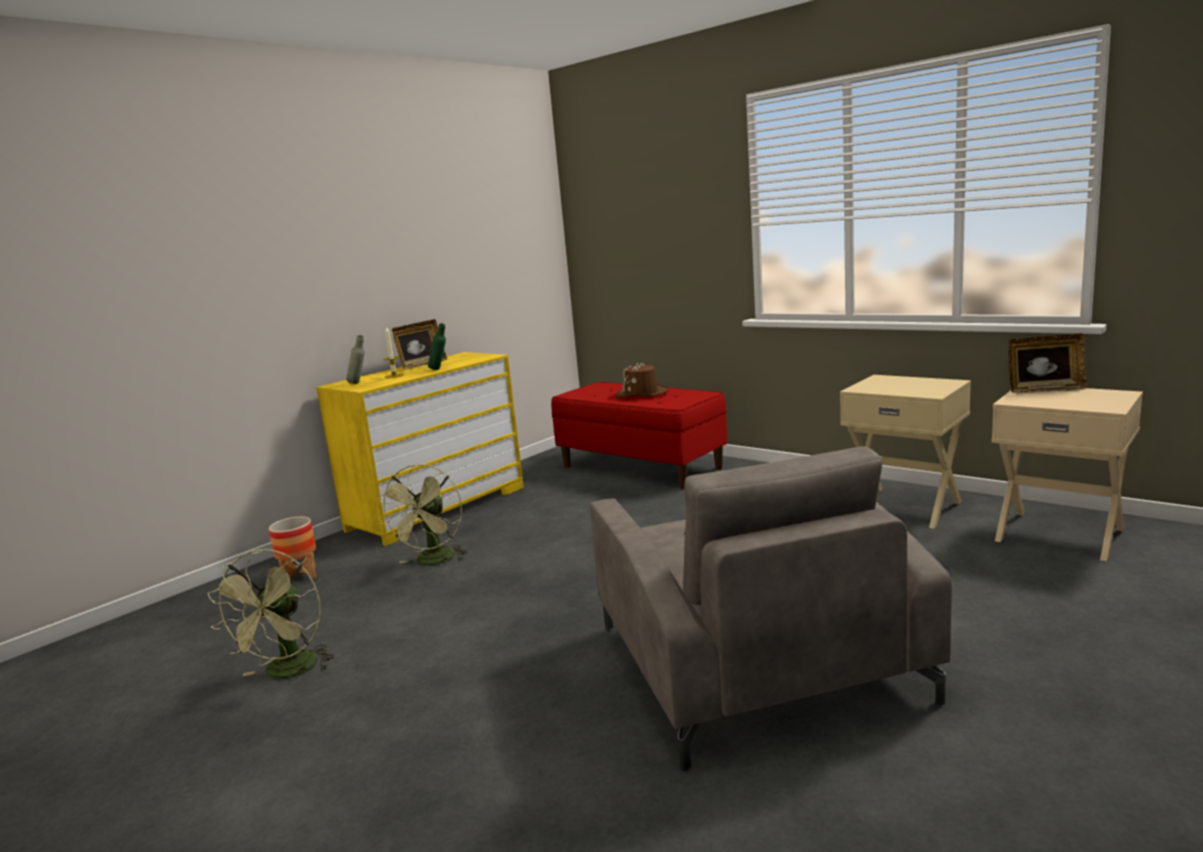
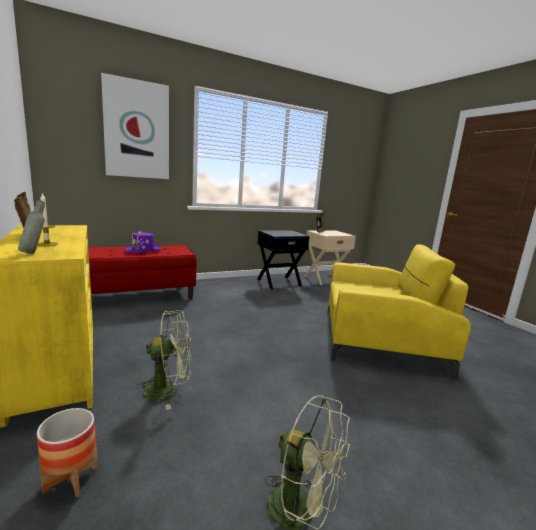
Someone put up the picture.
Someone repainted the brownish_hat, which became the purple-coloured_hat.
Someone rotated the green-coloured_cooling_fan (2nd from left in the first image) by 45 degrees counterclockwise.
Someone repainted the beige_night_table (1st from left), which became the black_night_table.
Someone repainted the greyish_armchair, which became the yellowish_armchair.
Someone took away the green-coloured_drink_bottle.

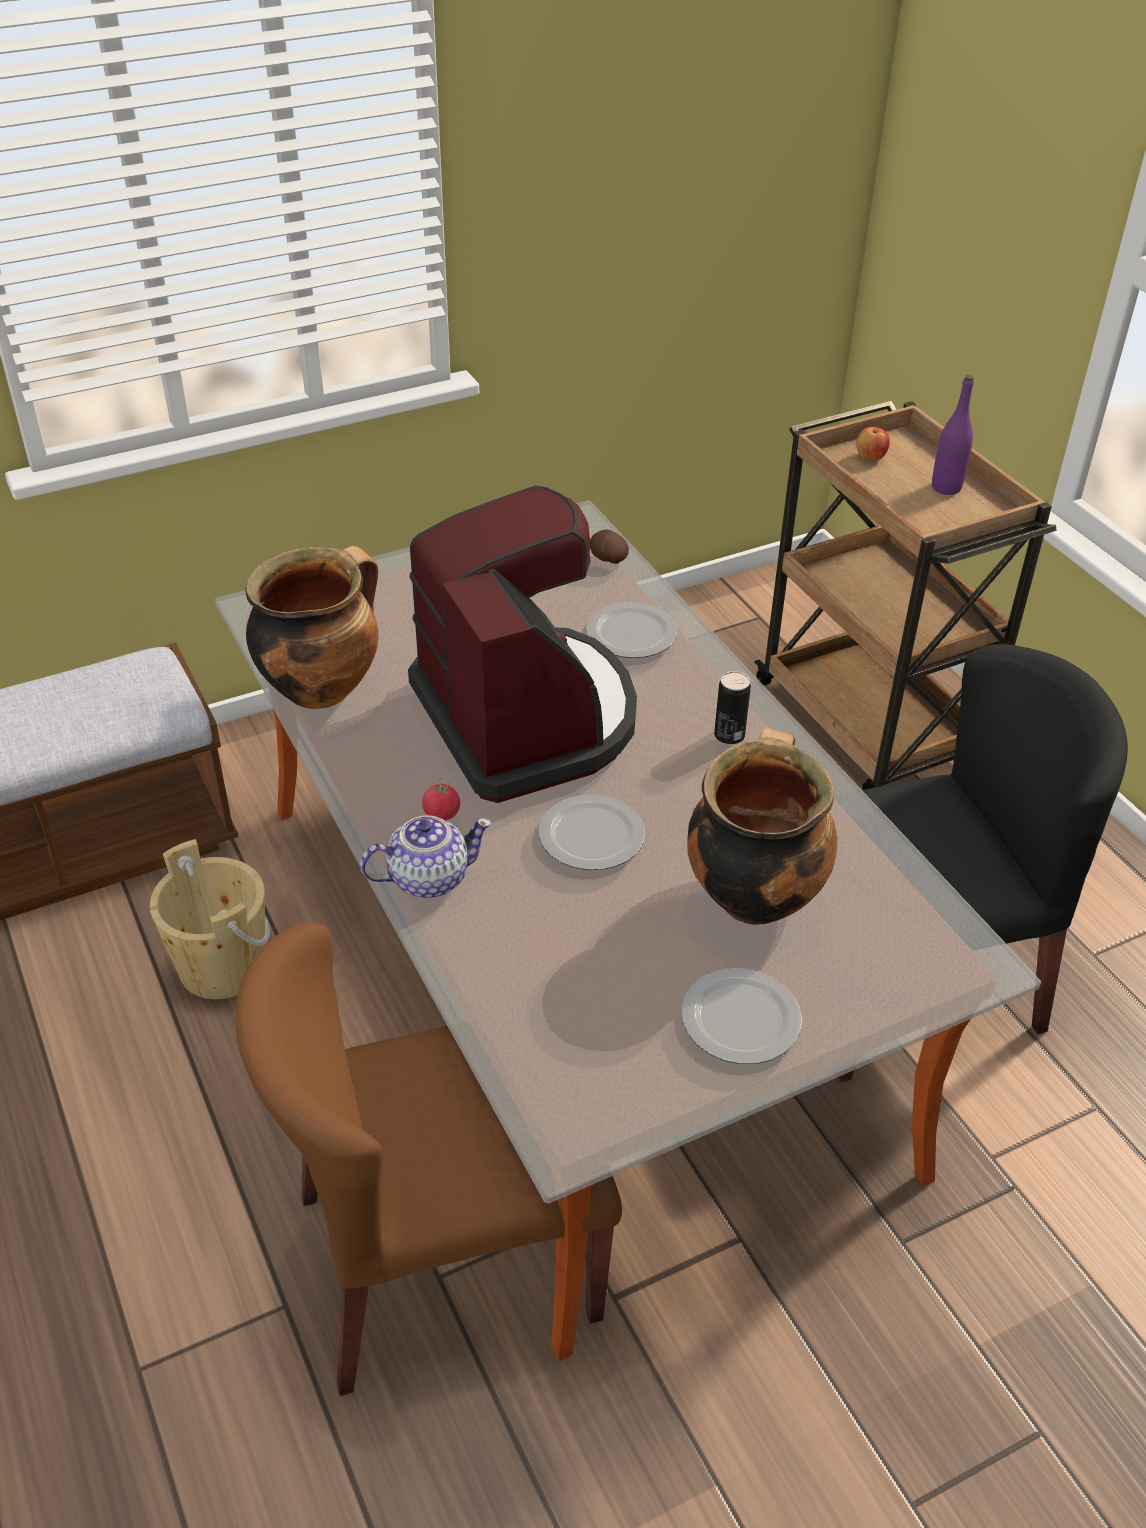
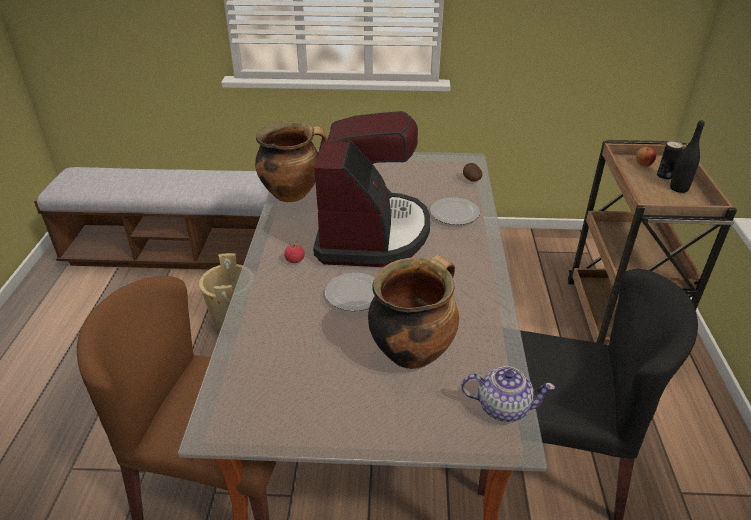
Someone carried the pot_for_tea.
Someone carried the can.
Someone repainted the purple-coloured_drink_bottle, which became the black_drink_bottle.
Someone took away the plate (3rd from left).

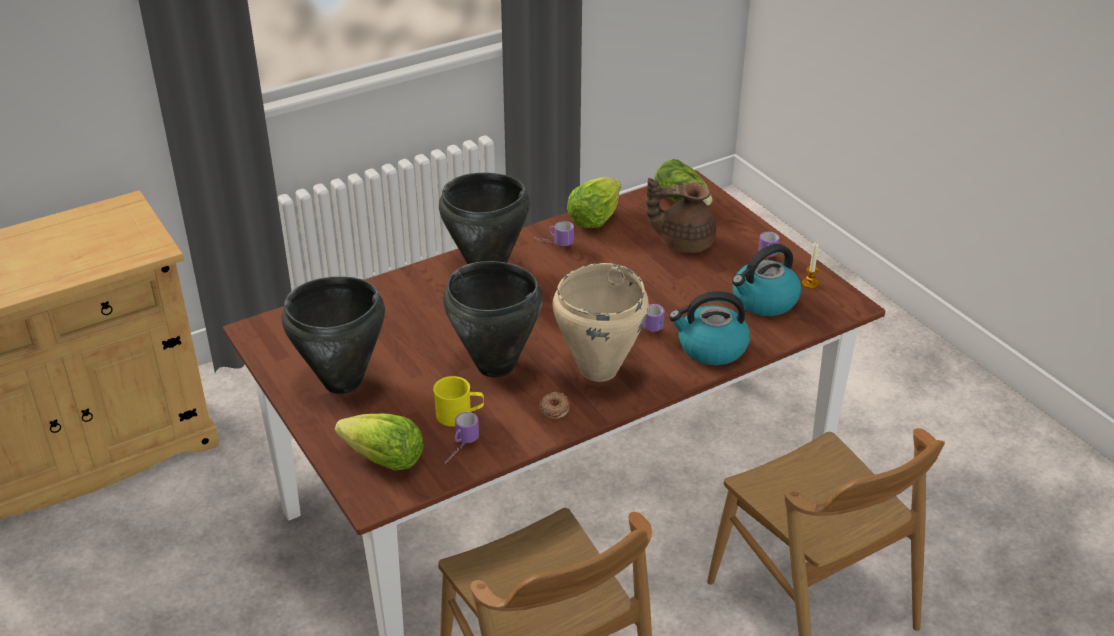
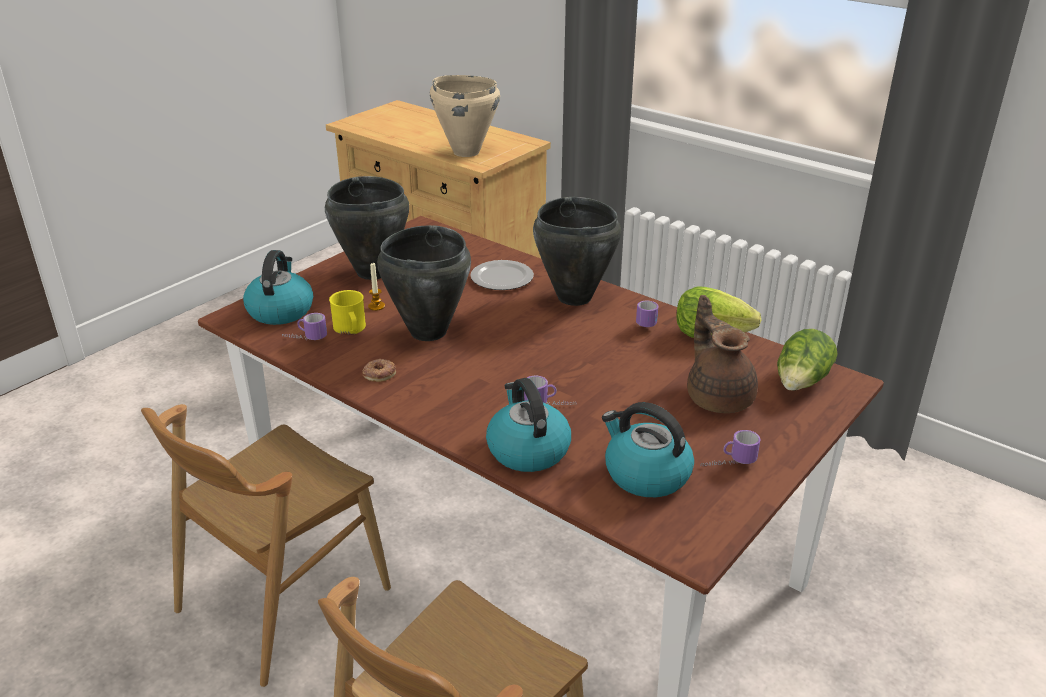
Someone swapped the lettuce (1st from left) for the tea_kettle (1st from left).
Someone carried the wax_candle.
Someone carried the beige_cooking_pot.
Someone put down the plate.

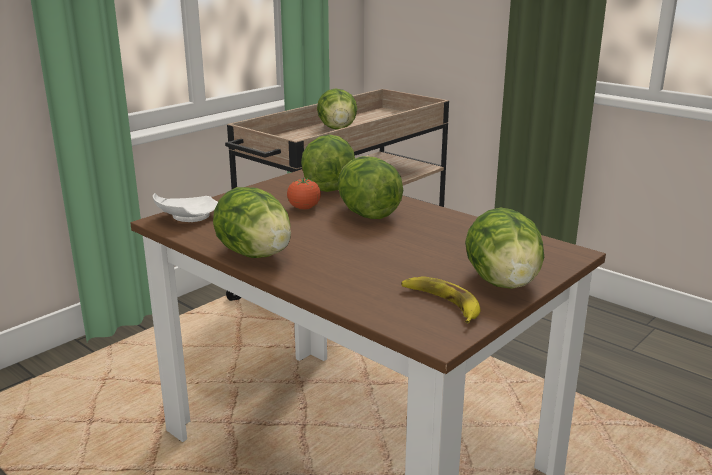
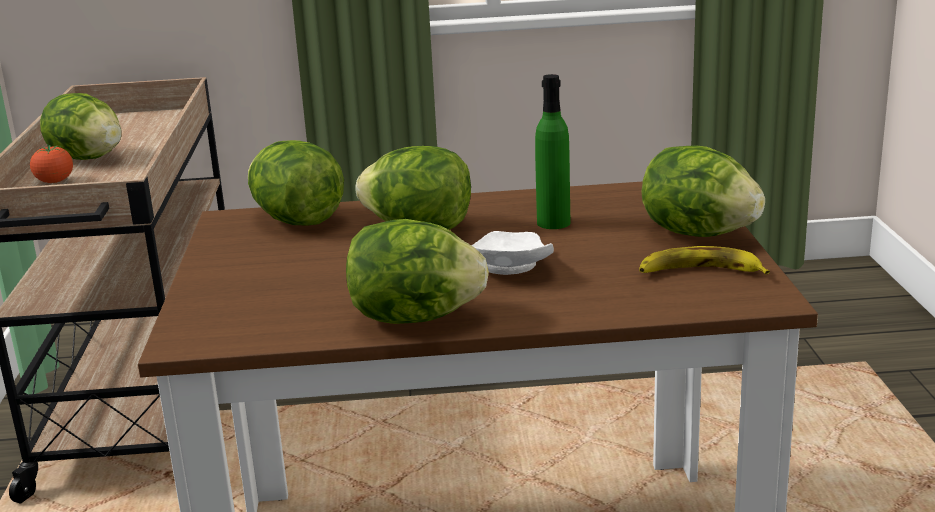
Someone carried the fresh_tomato.
Someone carried the whitish_plate.
Someone put down the green-coloured_drink_bottle.

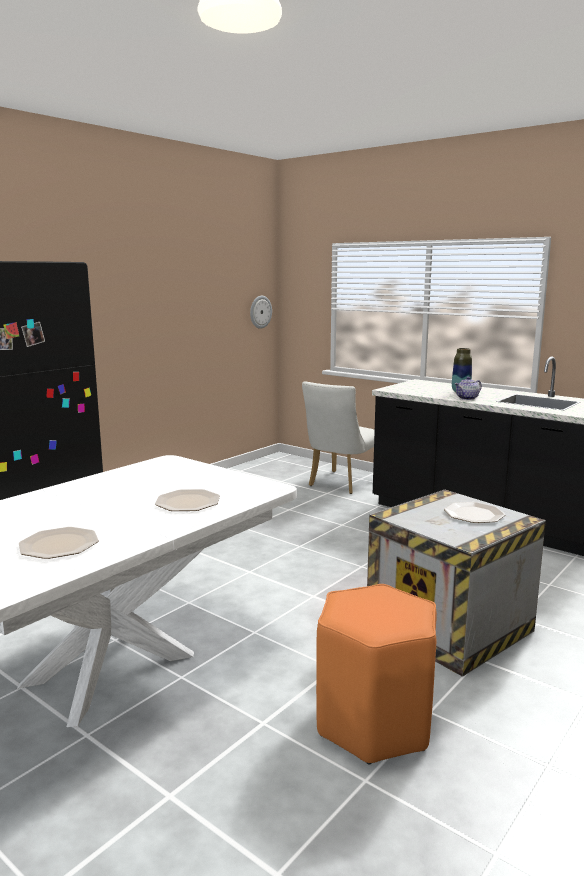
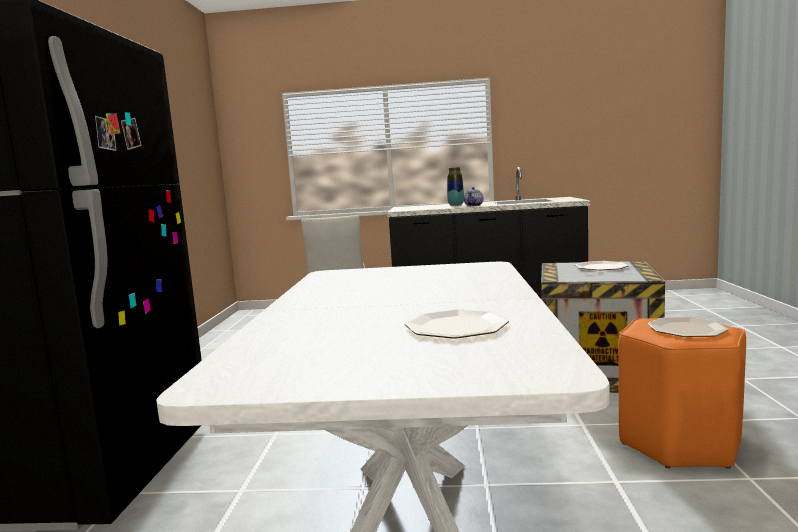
Someone carried the plate (2nd from left in the first image).
Someone took away the hanging_clock.

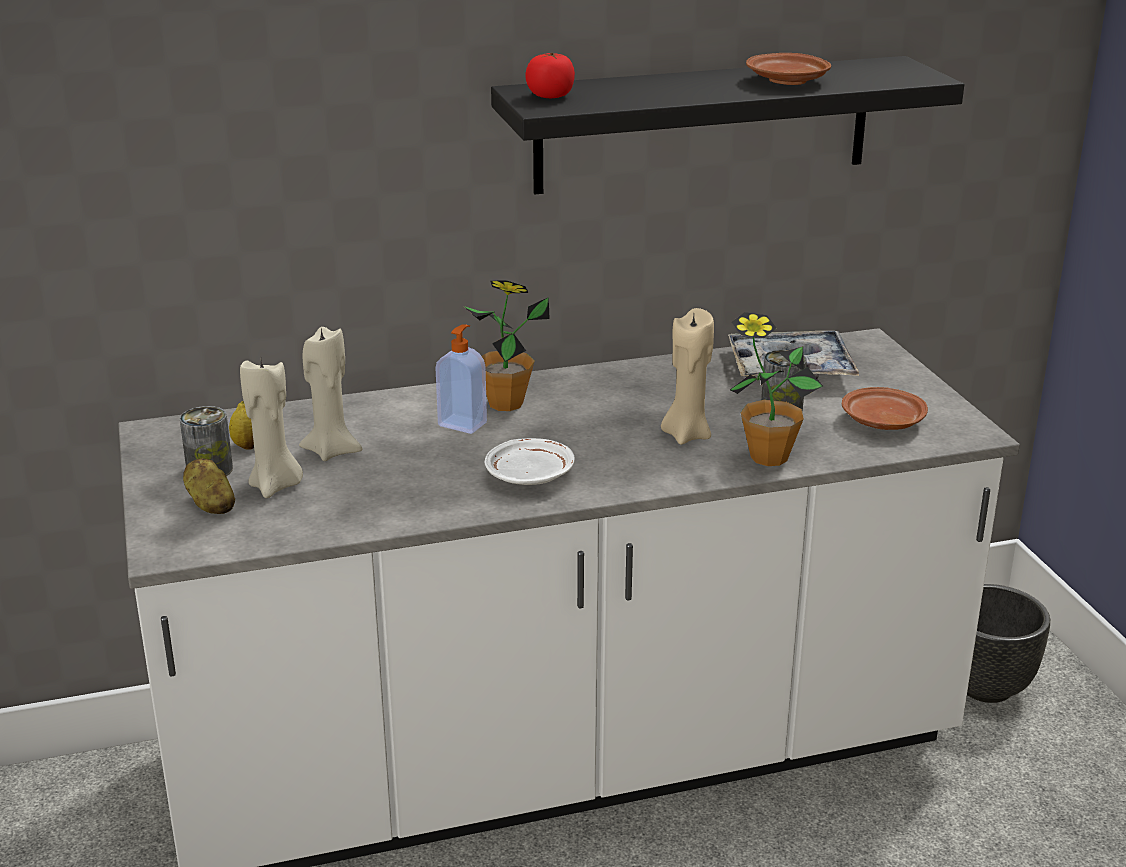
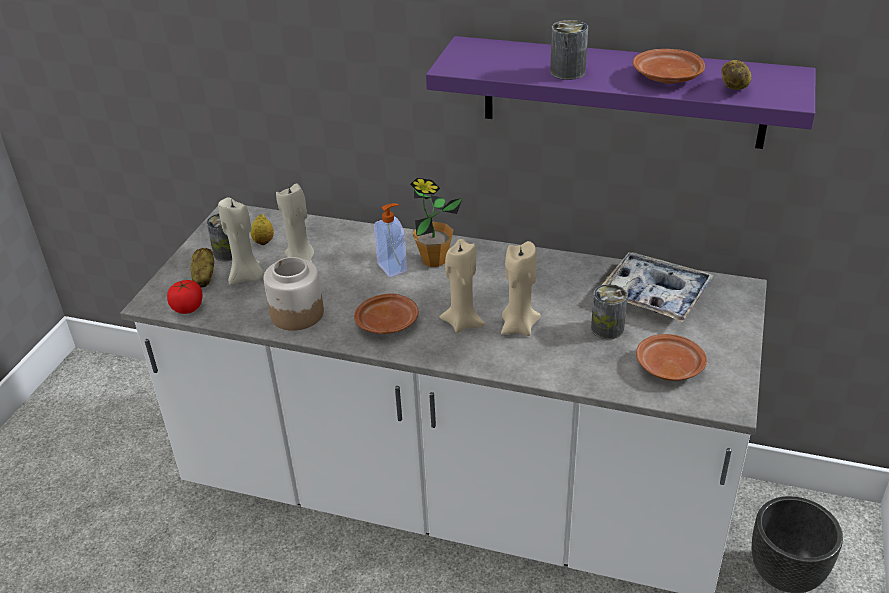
Someone carried the fresh_tomato.
Someone put down the jar.
Someone repainted the whitish_plate, which became the brownish_plate (1st from left).
Someone repainted the black_shelf, which became the purple-coloured_shelf.
Someone put down the beige_wax_candle (3rd from left).
Someone put down the can (2nd from left).
Someone put down the spud (2nd from left).
Someone took away the houseplant (2nd from left).

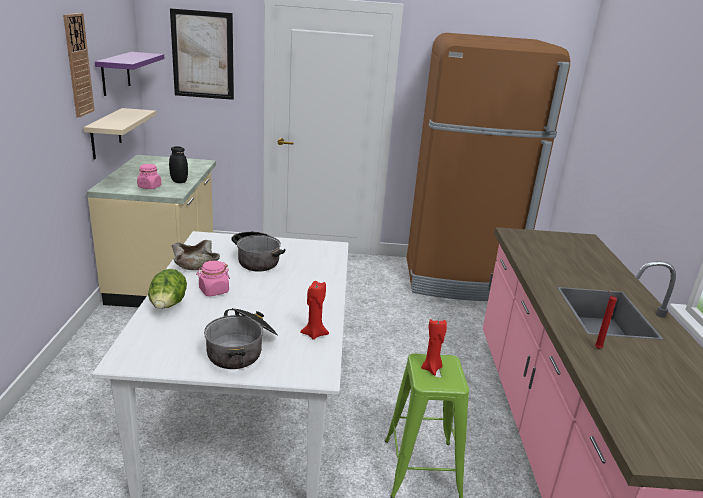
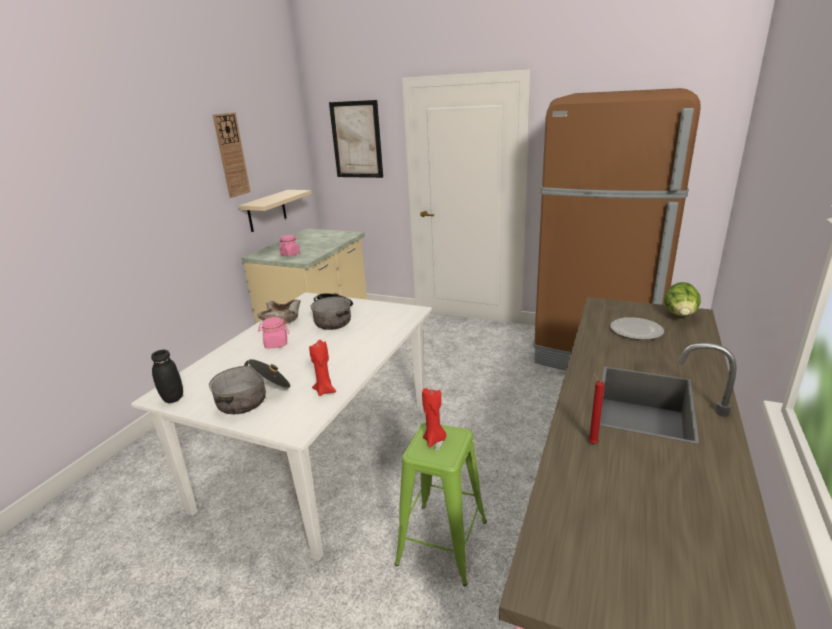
Someone carried the black_jar.
Someone put down the plate.
Someone carried the lettuce.
Someone took away the purple-coloured_shelf.

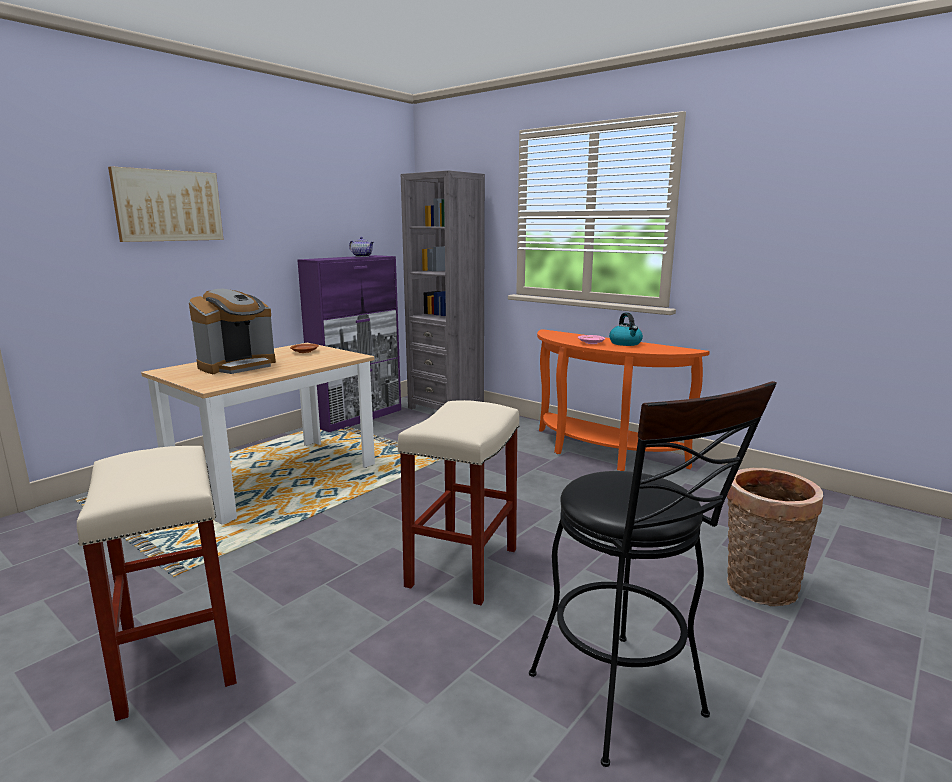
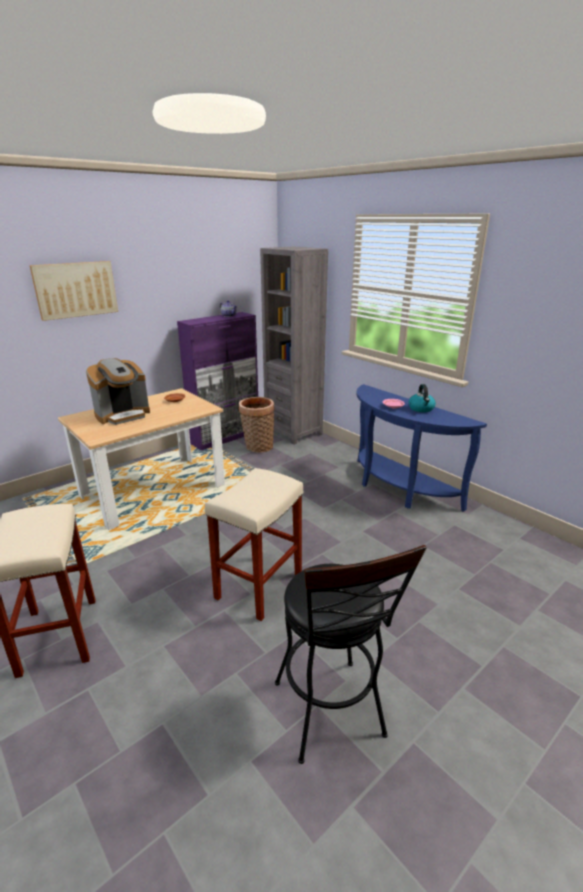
Someone carried the household_basket.
Someone repainted the orange-coloured_hall_table, which became the bluish_hall_table.

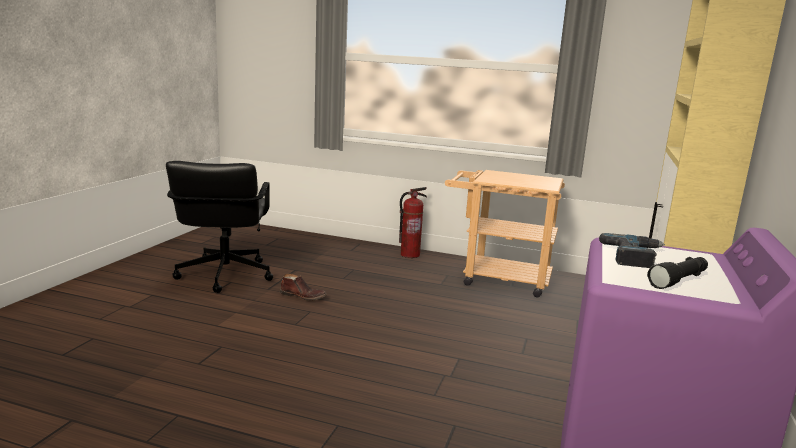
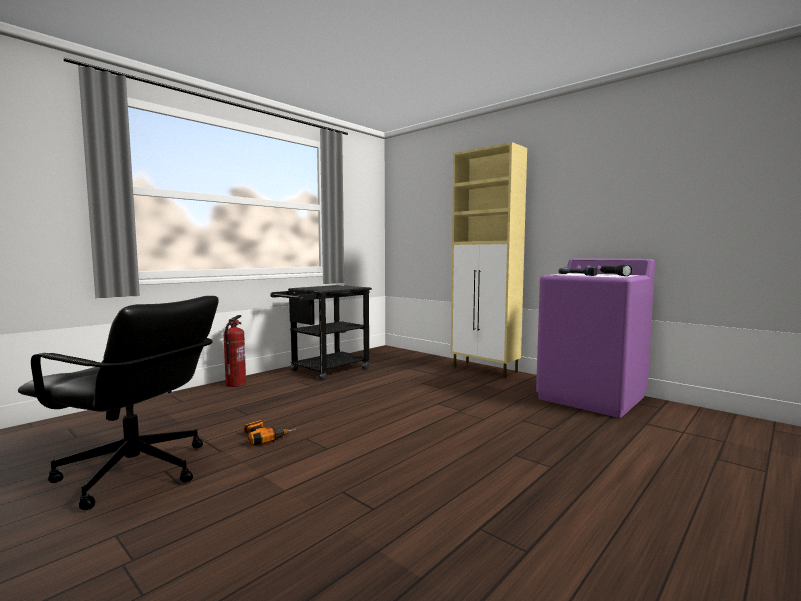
Someone swapped the brownish_high-top_boot for the electric_drill (1st from left).
Someone repainted the beige_wheeled_cart, which became the black_wheeled_cart.

